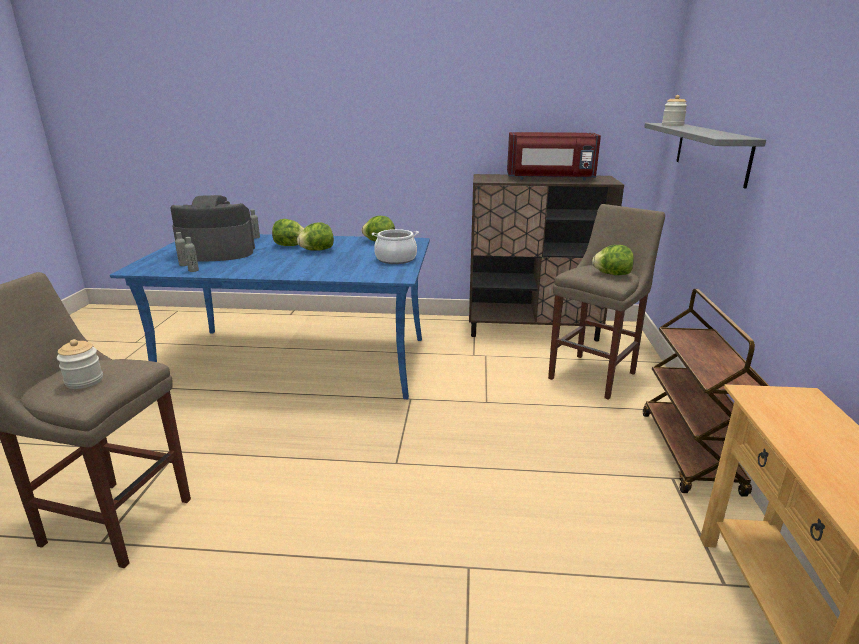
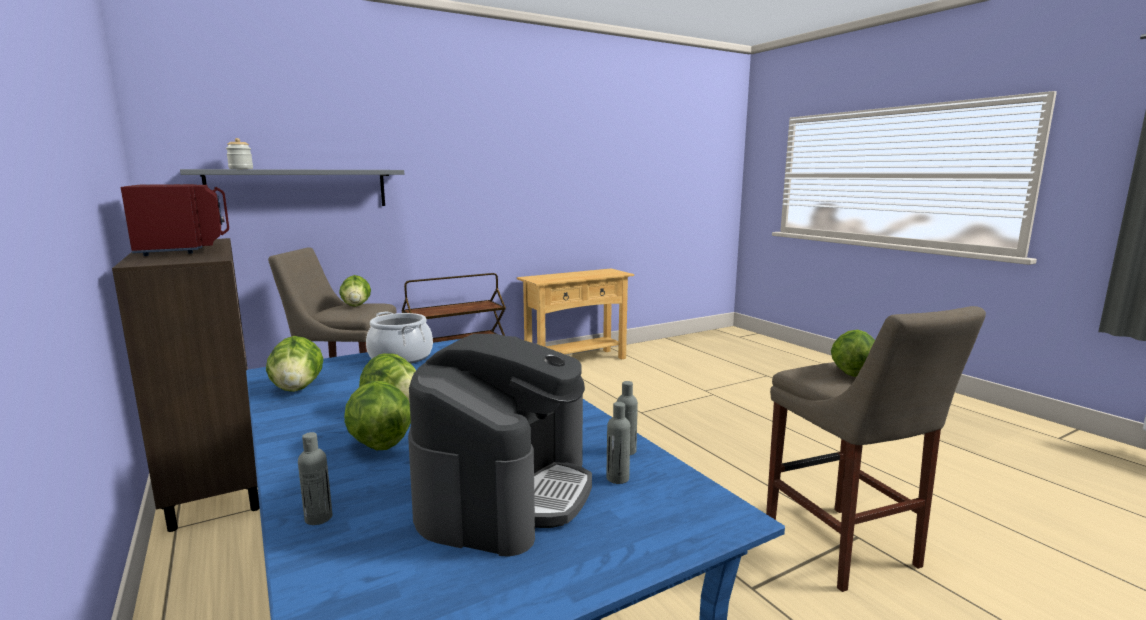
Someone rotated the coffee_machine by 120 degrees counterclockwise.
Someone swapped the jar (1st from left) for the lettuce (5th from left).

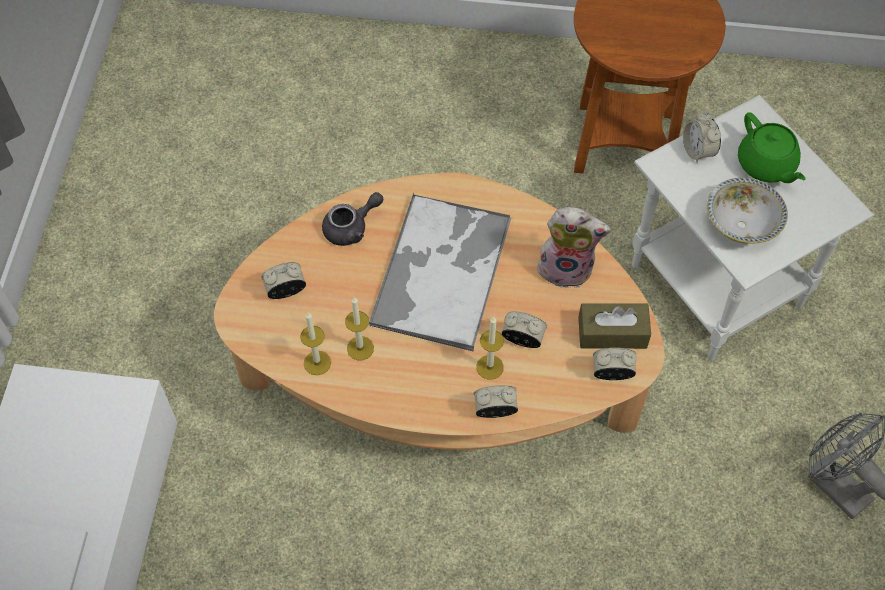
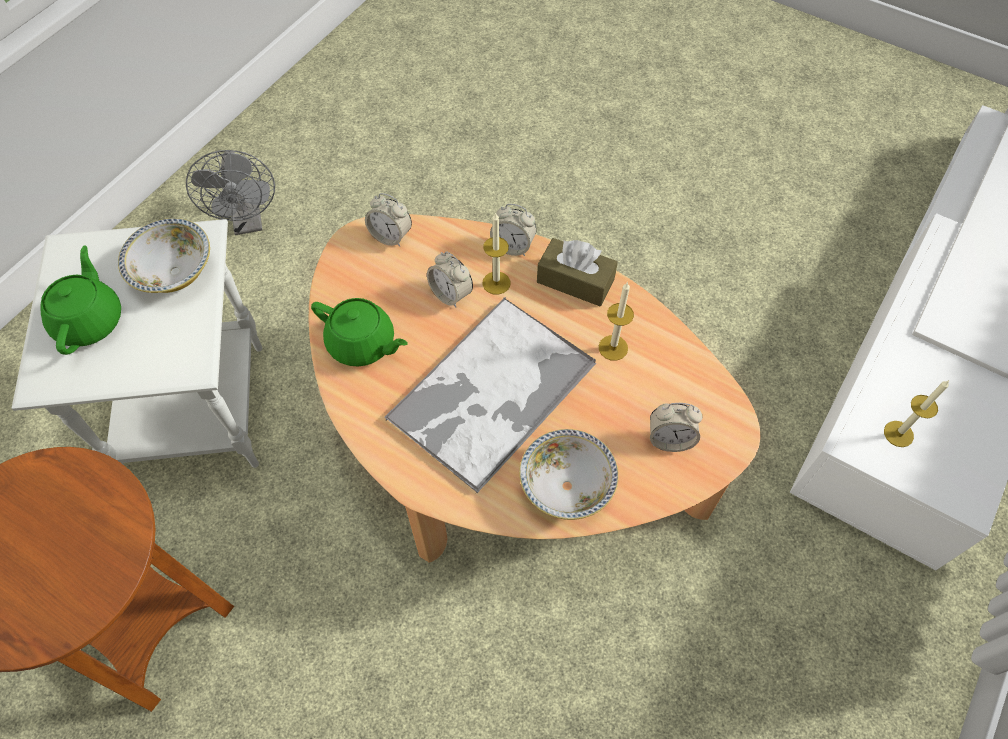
Someone swapped the soft_toy for the green-coloured_pot_for_tea (2nd from left).
Someone swapped the greyish_pot_for_tea for the bowl (2nd from left).
Someone carried the brownish_tissue_box.
Someone carried the wax_candle (1st from left in the first image).
Someone took away the table_clock (5th from left).

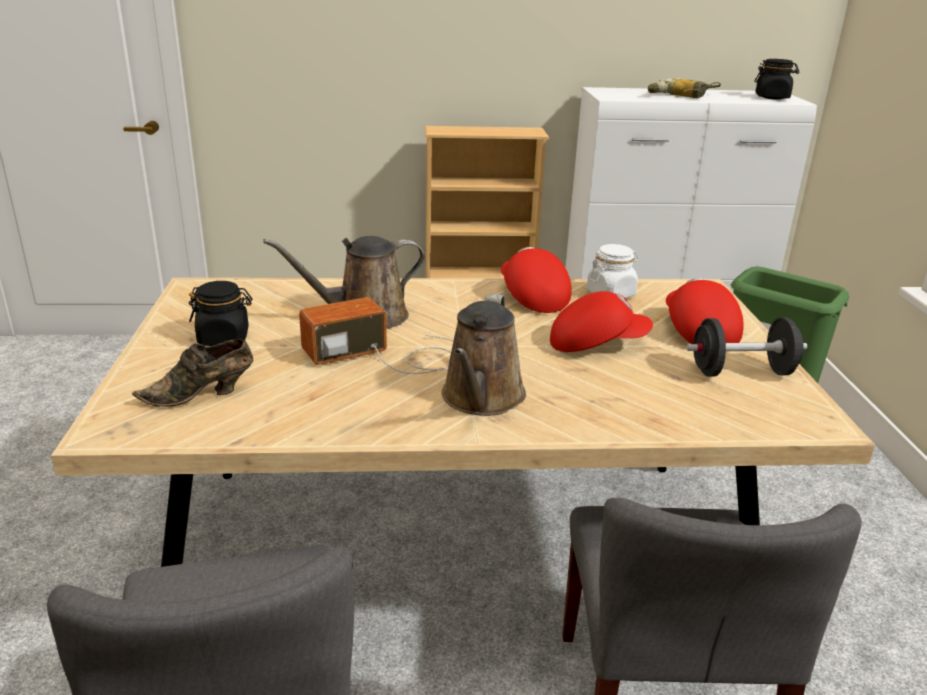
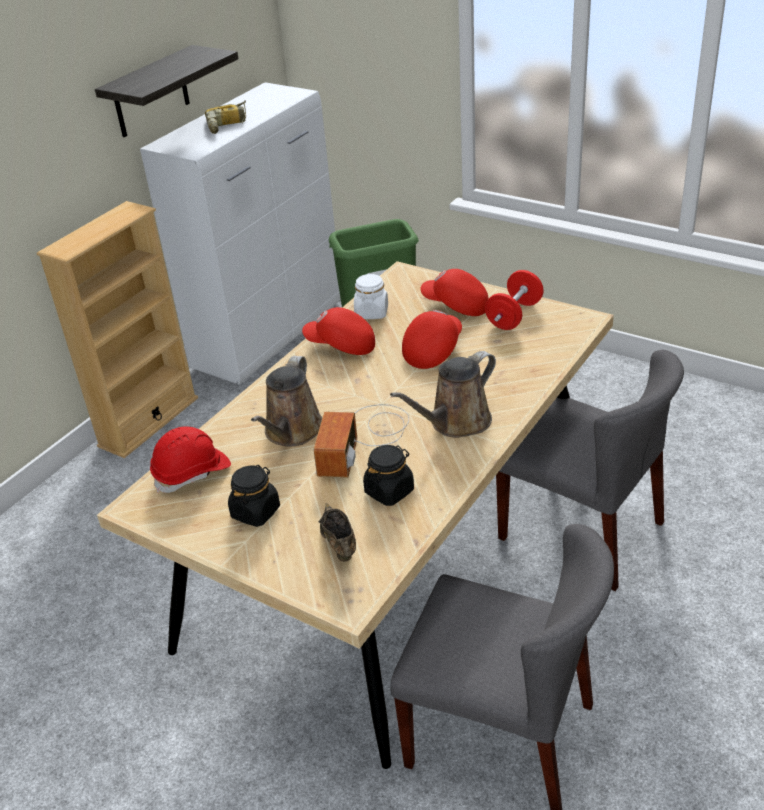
Someone put up the shelf.
Someone put down the red_hard_hat.
Someone rotated the brownish_shoe by 150 degrees clockwise.
Someone carried the black_jar (2nd from left).
Someone rotated the brownish_watering_can (2nd from left) by 90 degrees clockwise.
Someone repainted the black_free_weight, which became the red_free_weight.

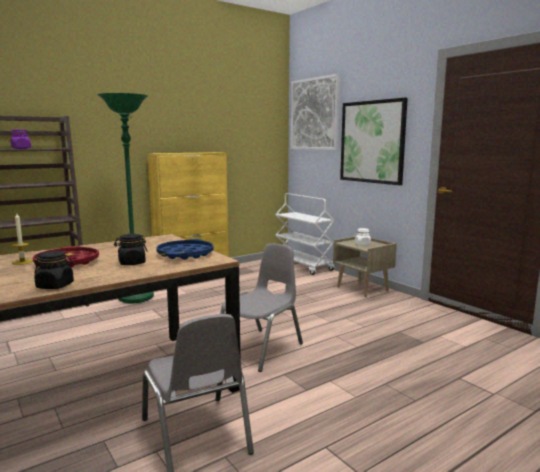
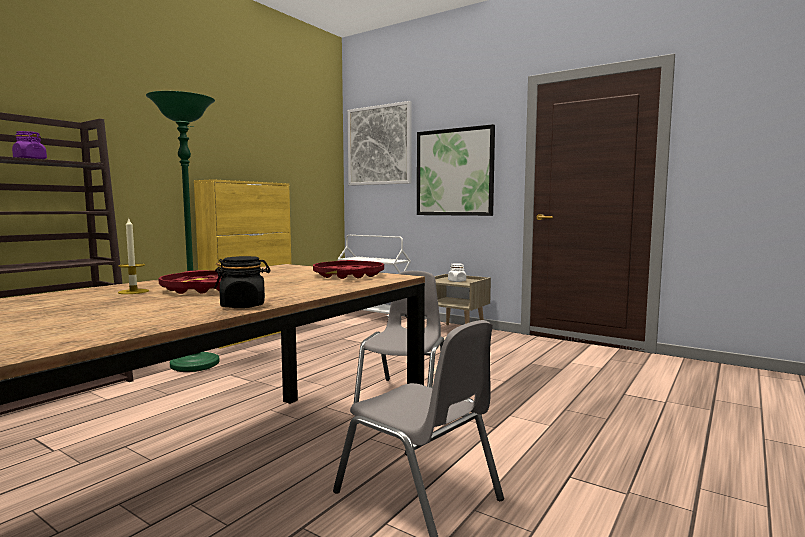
Someone repainted the bluish_tray, which became the red_tray (2nd from left).
Someone took away the black_jar (2nd from left).

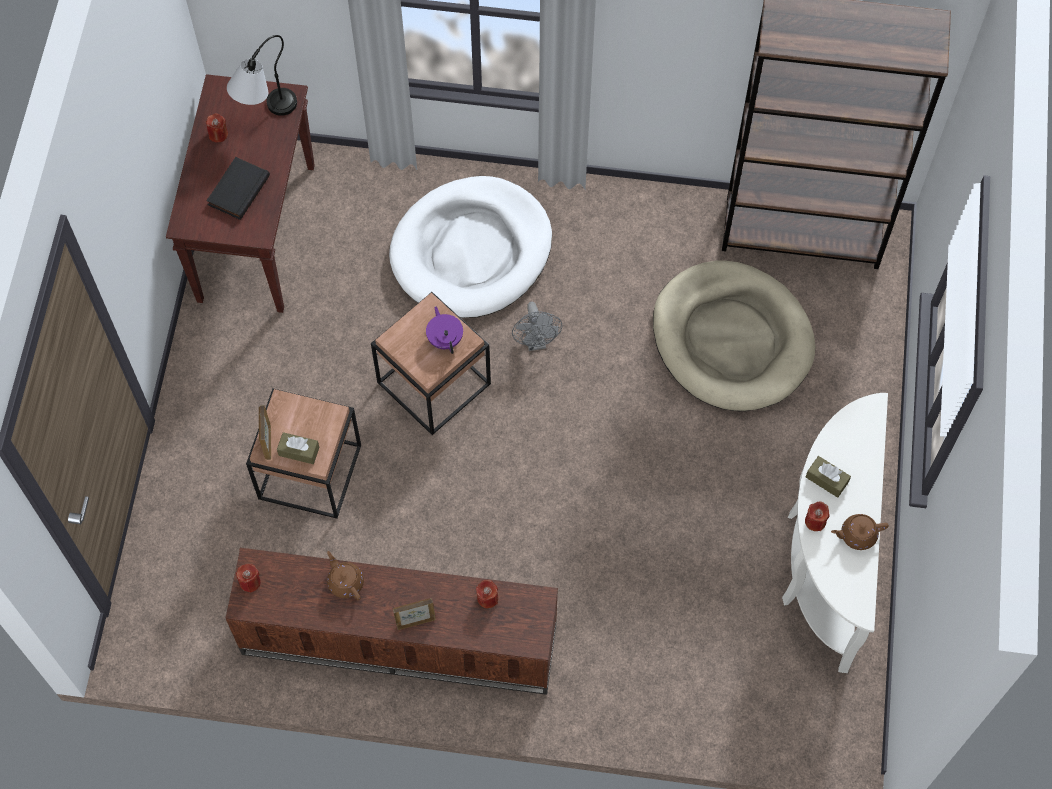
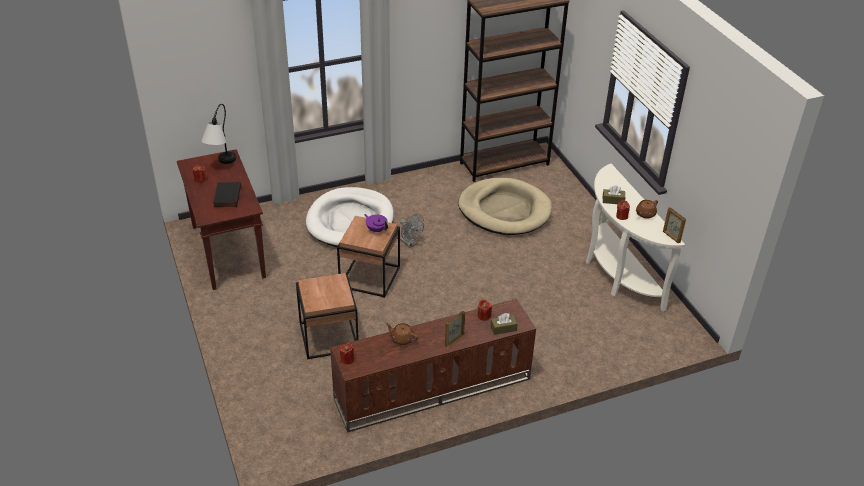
Someone carried the brownish_tissue_box (1st from left).
Someone carried the photo_frame (1st from left in the first image).

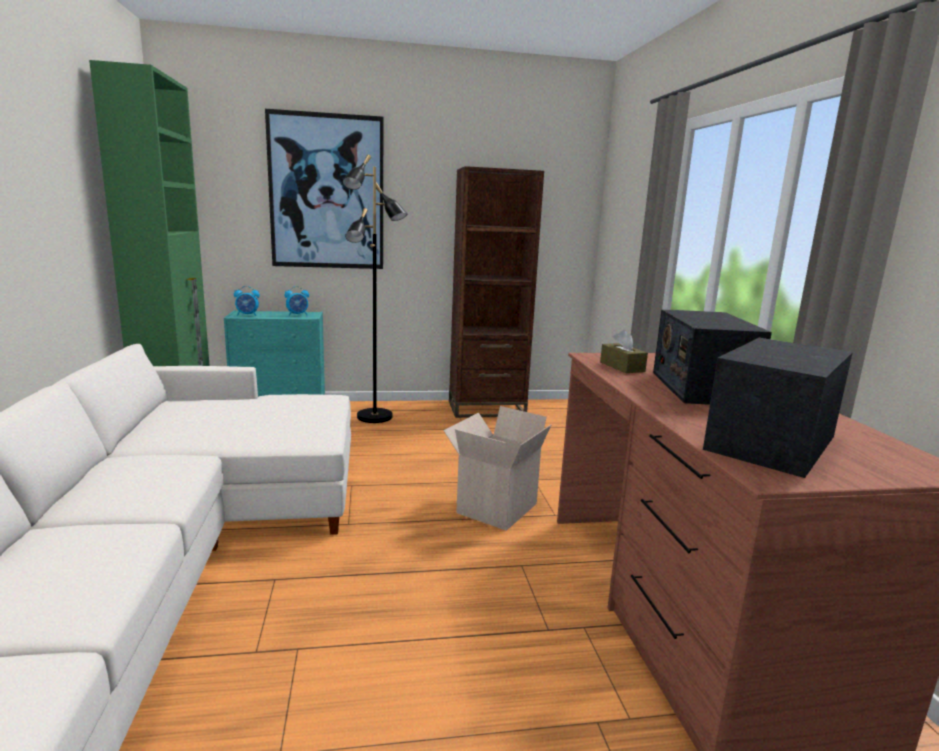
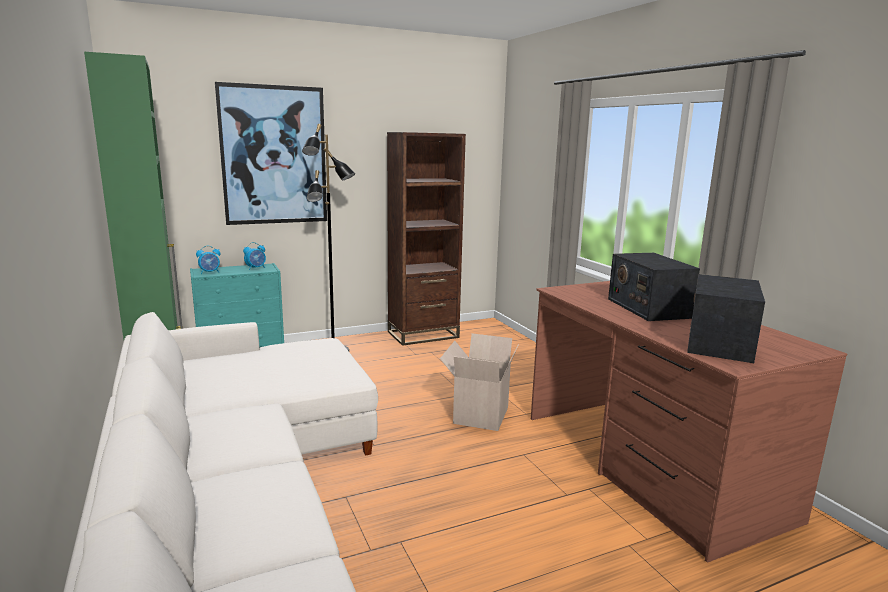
Someone took away the brownish_tissue_box.

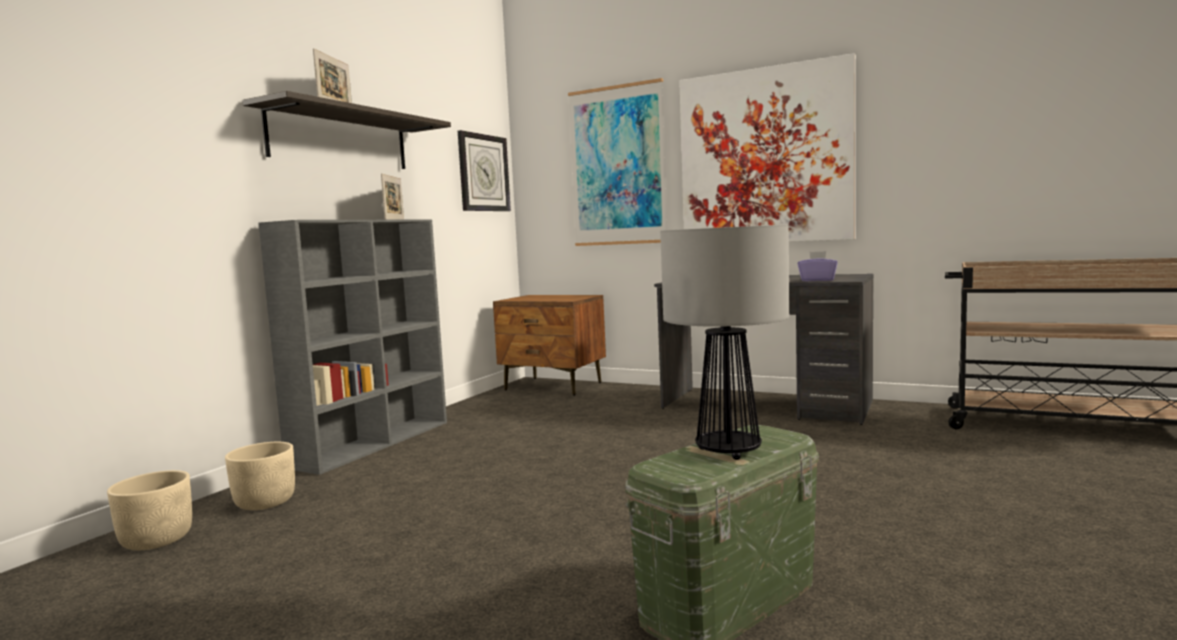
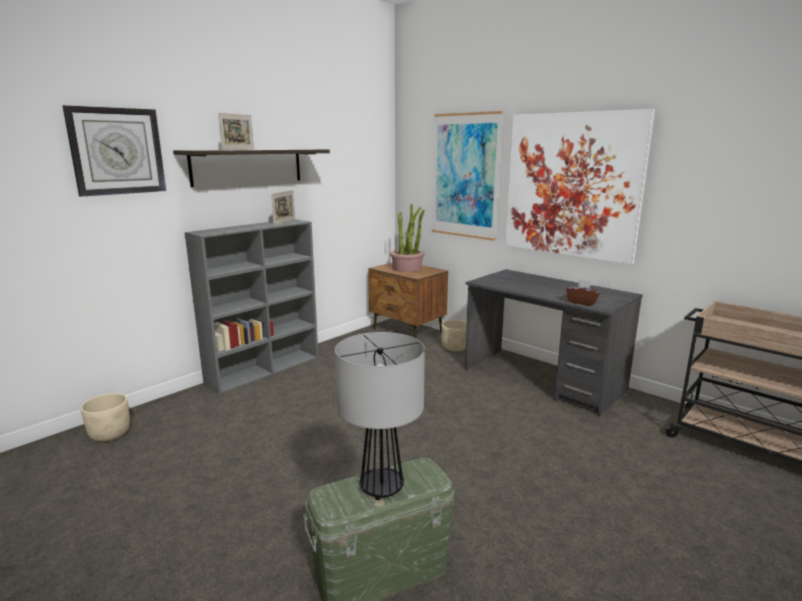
Someone carried the hanging_clock.
Someone put down the houseplant.
Someone carried the beige_planter (2nd from left).
Someone repainted the purple-coloured_tissue_box, which became the brownish_tissue_box.

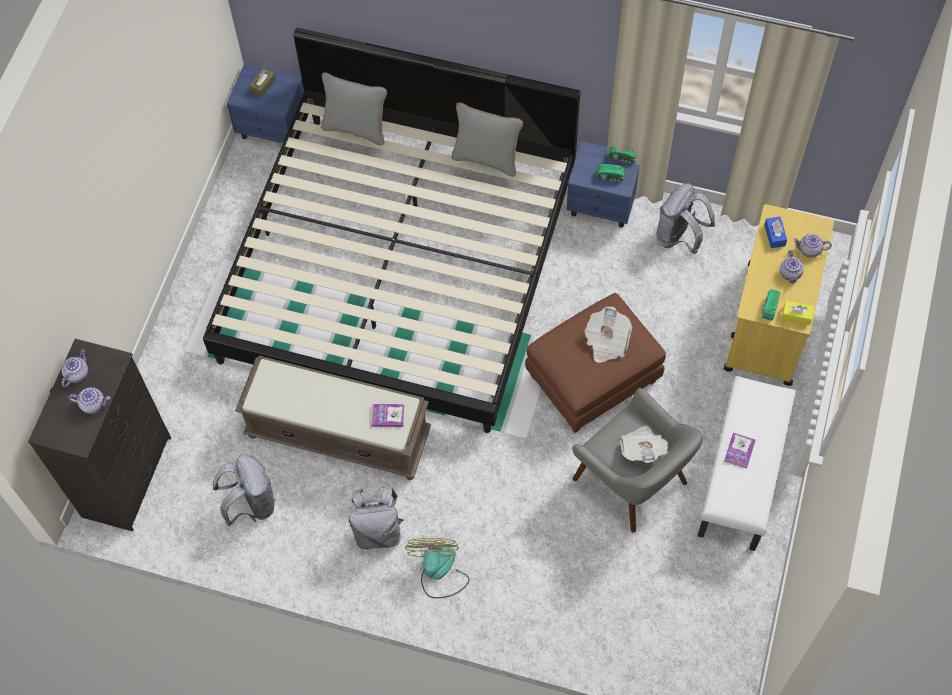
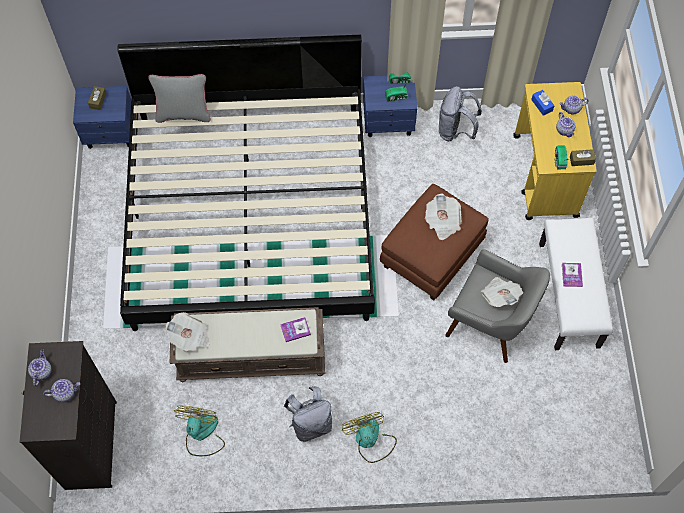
Someone put down the printed_paper (1st from left).
Someone swapped the greyish_knapsack (1st from left) for the cooling_fan (1st from left).
Someone repainted the yellowish_tissue_box, which became the brownish_tissue_box (2nd from left).
Someone took away the greyish_throw_pillow (2nd from left).

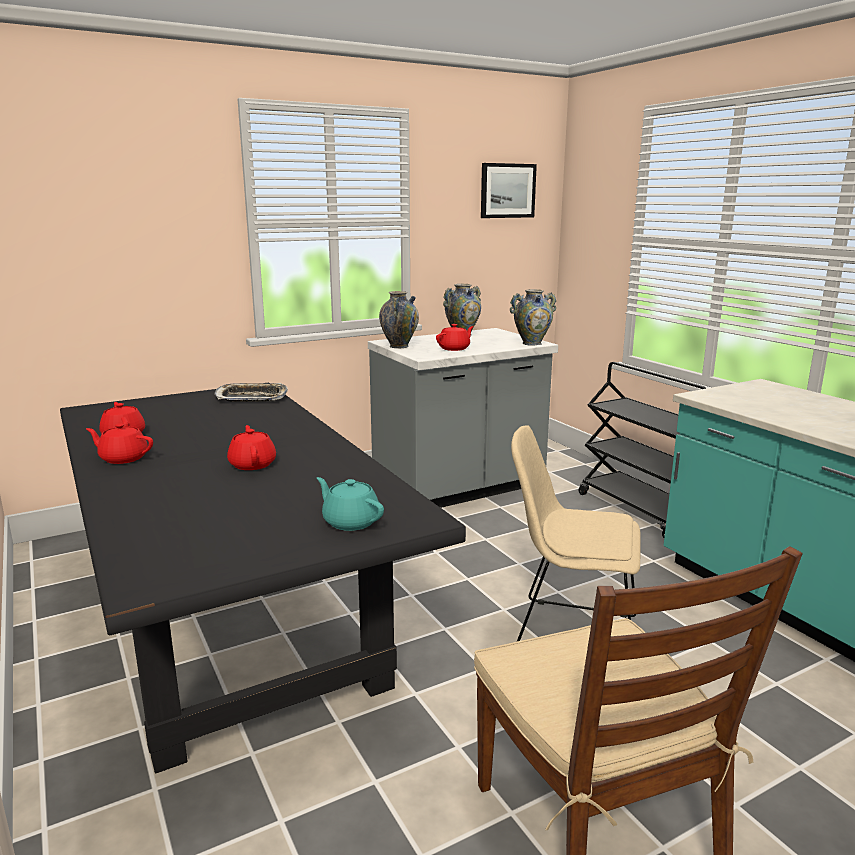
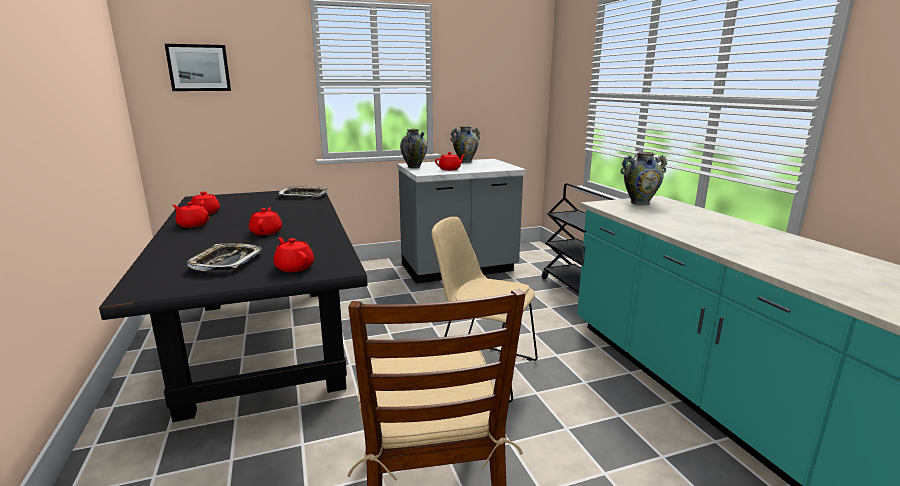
Someone carried the picture.
Someone put down the tray (1st from left).
Someone repainted the turquoise-coloured_pot_for_tea, which became the red_pot_for_tea (4th from left).
Someone carried the decorative_vase (3rd from left).

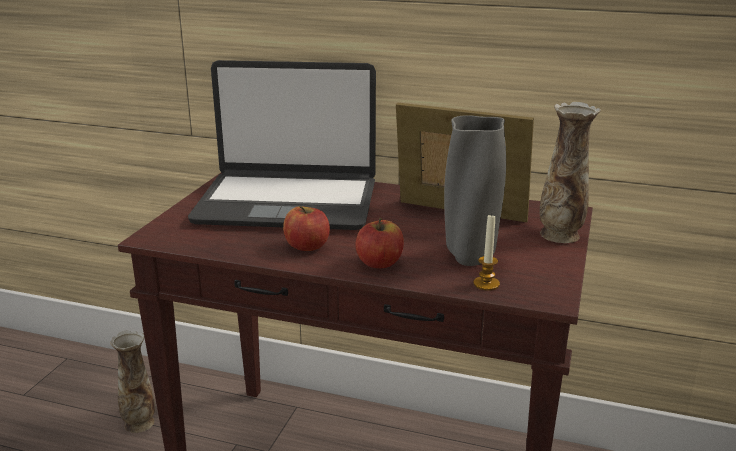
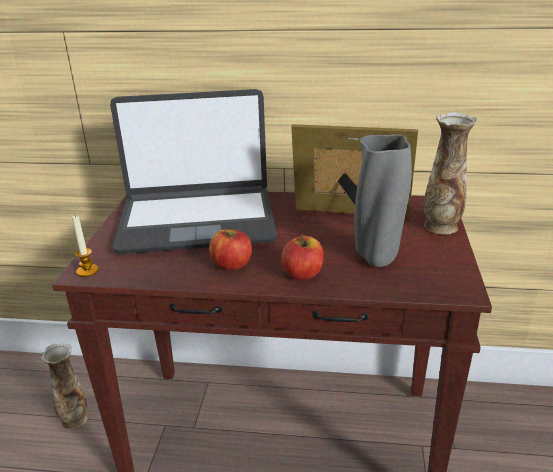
Someone carried the wax_candle.

